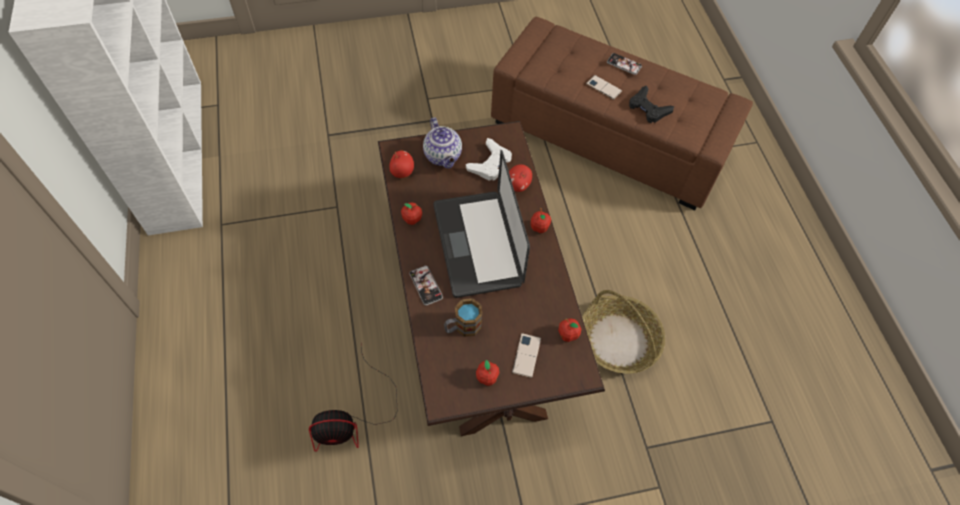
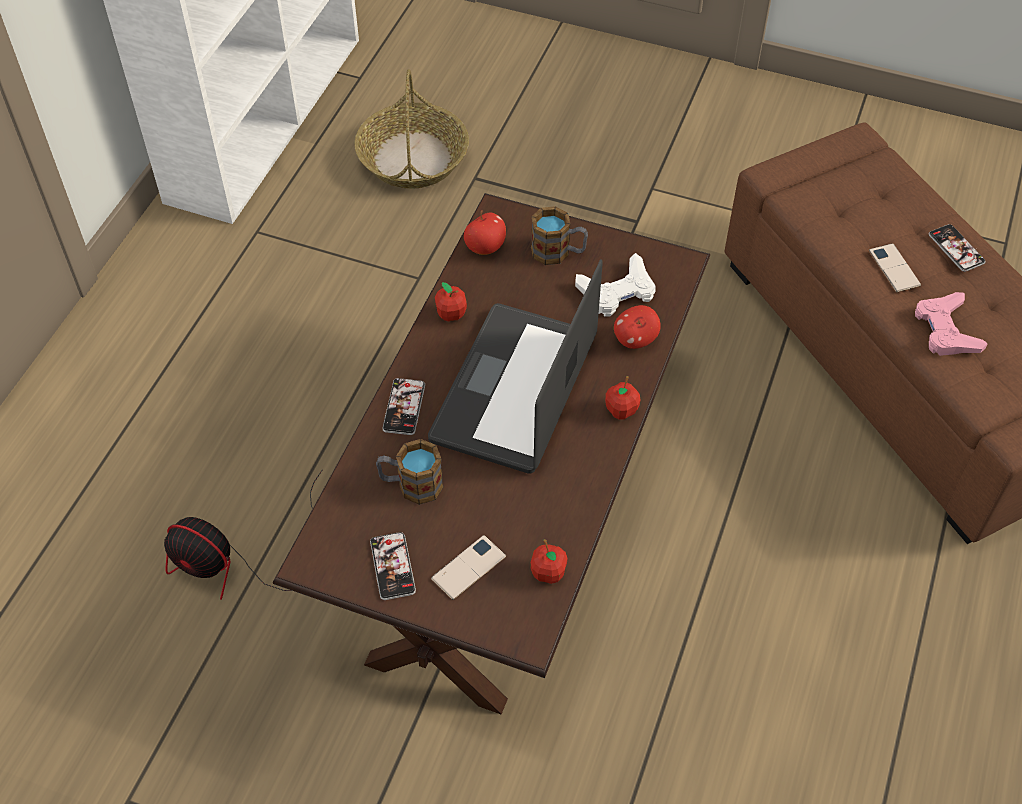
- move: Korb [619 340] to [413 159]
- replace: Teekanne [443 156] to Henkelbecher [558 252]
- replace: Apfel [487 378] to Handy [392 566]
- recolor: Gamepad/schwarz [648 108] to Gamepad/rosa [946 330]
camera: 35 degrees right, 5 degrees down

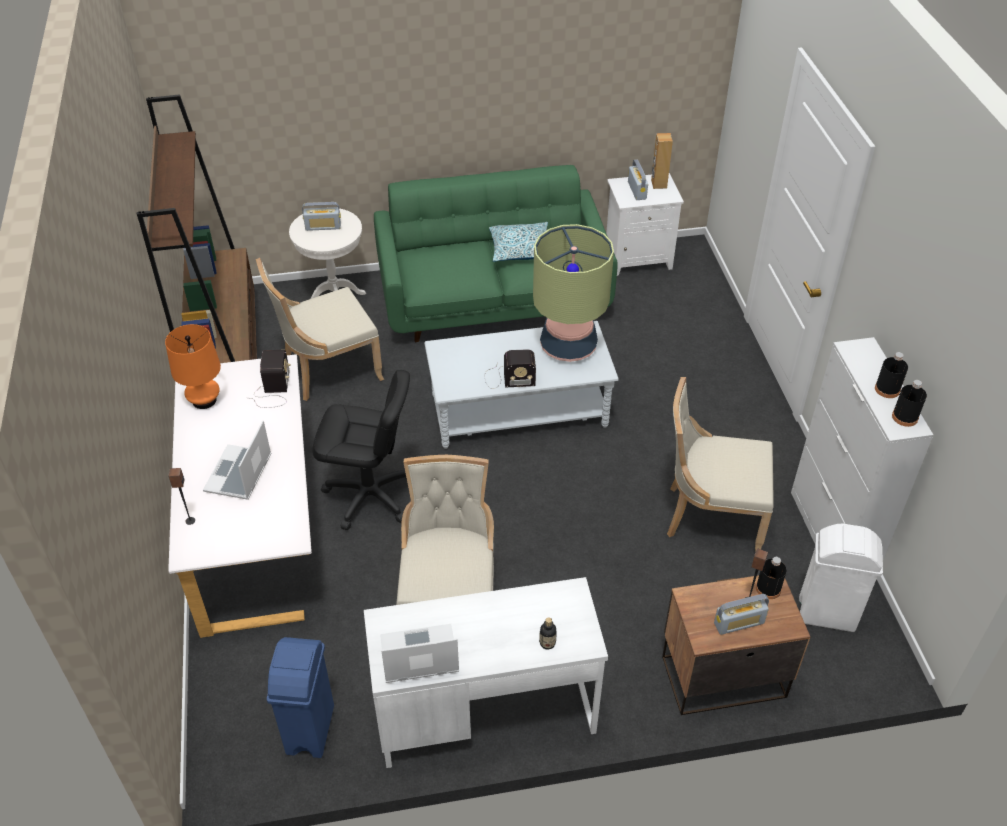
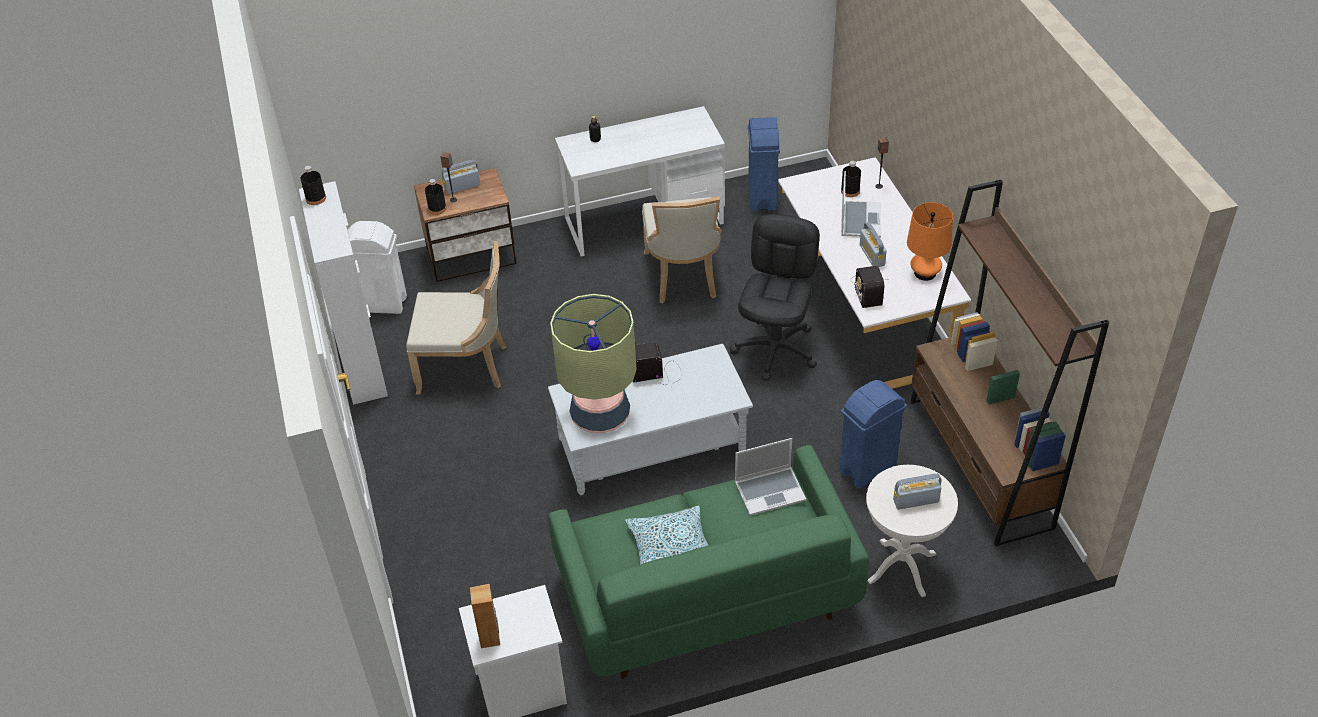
- move: Laptop [418 656] to [770 491]
- move: Radio [637 190] to [872 255]
- move: Flasche/schwarz [887 389] to [850 191]
- replace: Stuhl/beige [328 371] to Mülleimer/blau [868 469]
- rotate: Bürostuhl/schwarz [370 496] = [776 349] 105 degrees clockwise
camera: 175 degrees right, 0 degrees up

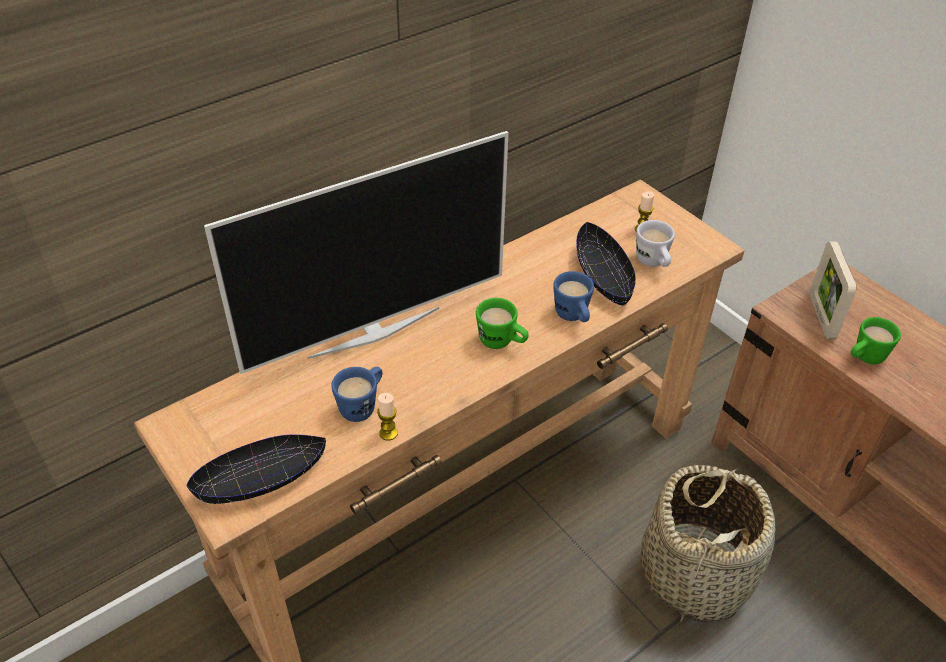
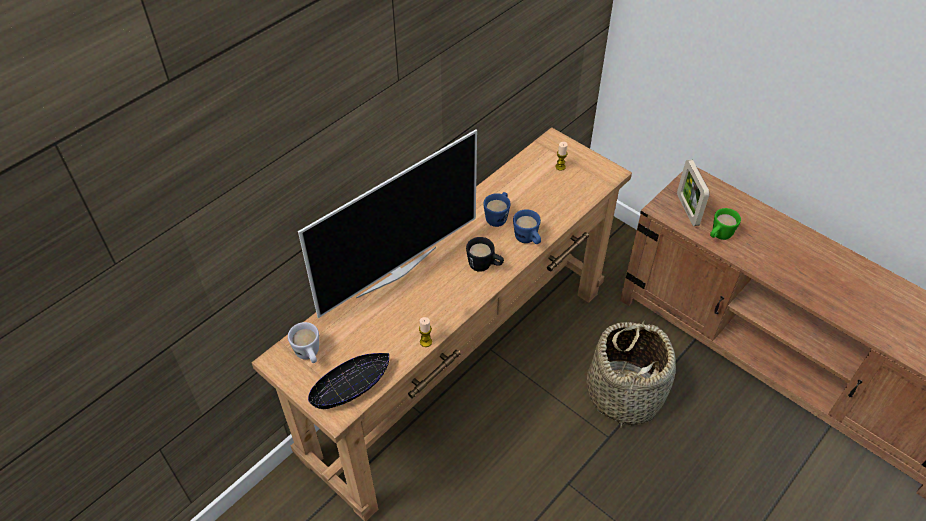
- delete: Schüssel/schwarz [603 276]
- move: Henkelbecher/blau [362 405] to [498 217]
- move: Henkelbecher/weiß [653 263] to [309 355]
- recolor: Henkelbecher/grün [502 343] to Henkelbecher/schwarz [484 266]
camera: 10 degrees left, 5 degrees up

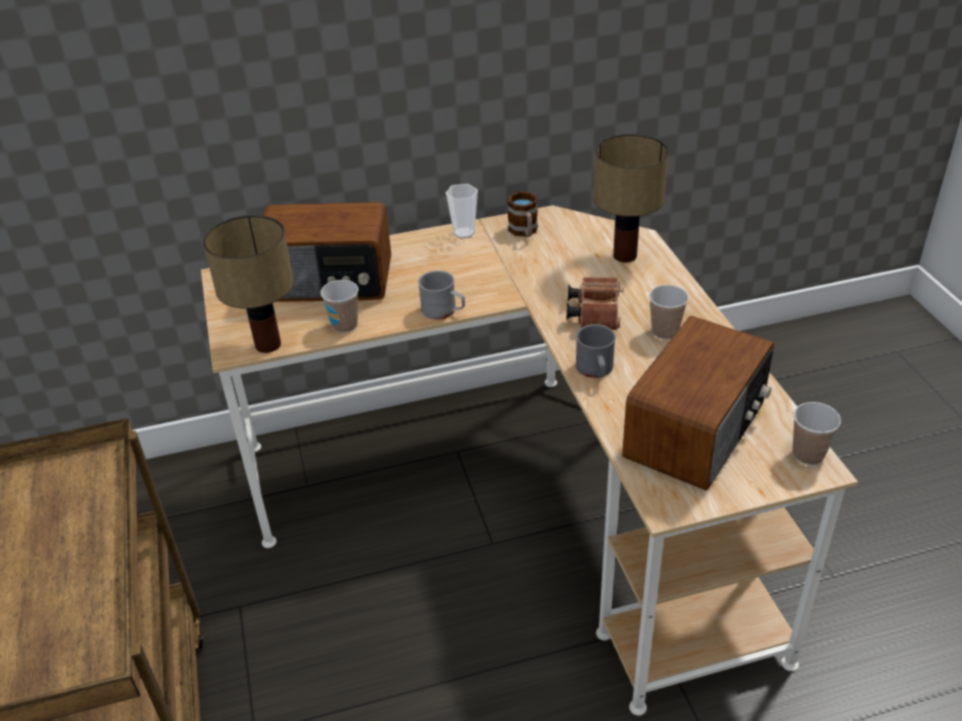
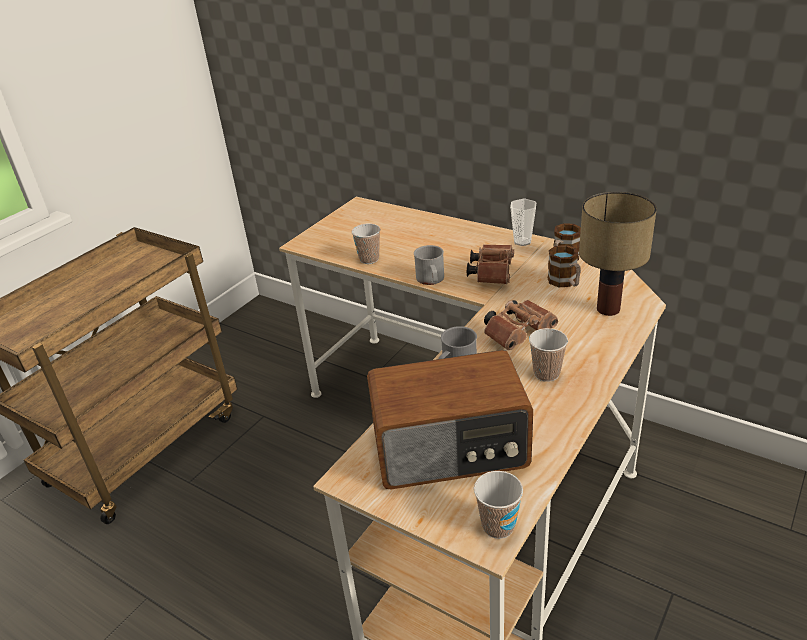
- delete: Tischlampe [267 344]
- delete: Radio [329 281]
- insert: Fernglas/braun [492 273]
- insert: Henkelbecher [565 283]
camera: 50 degrees right, 5 degrees down

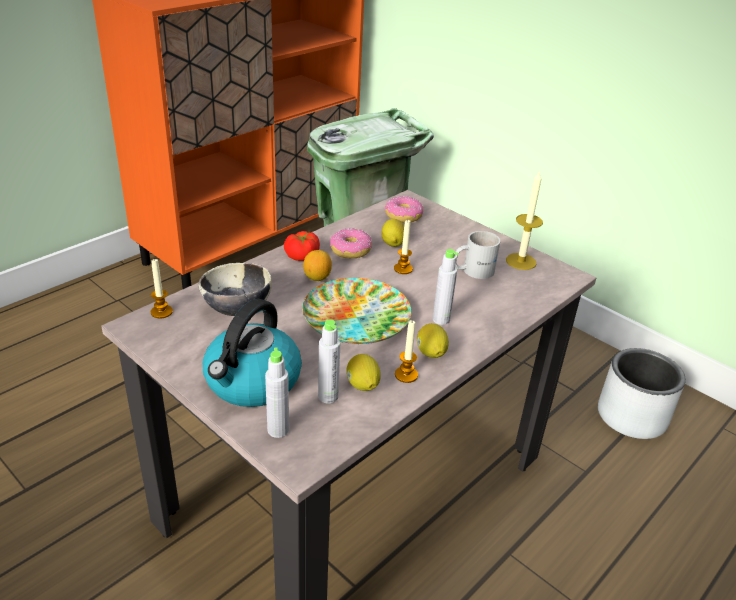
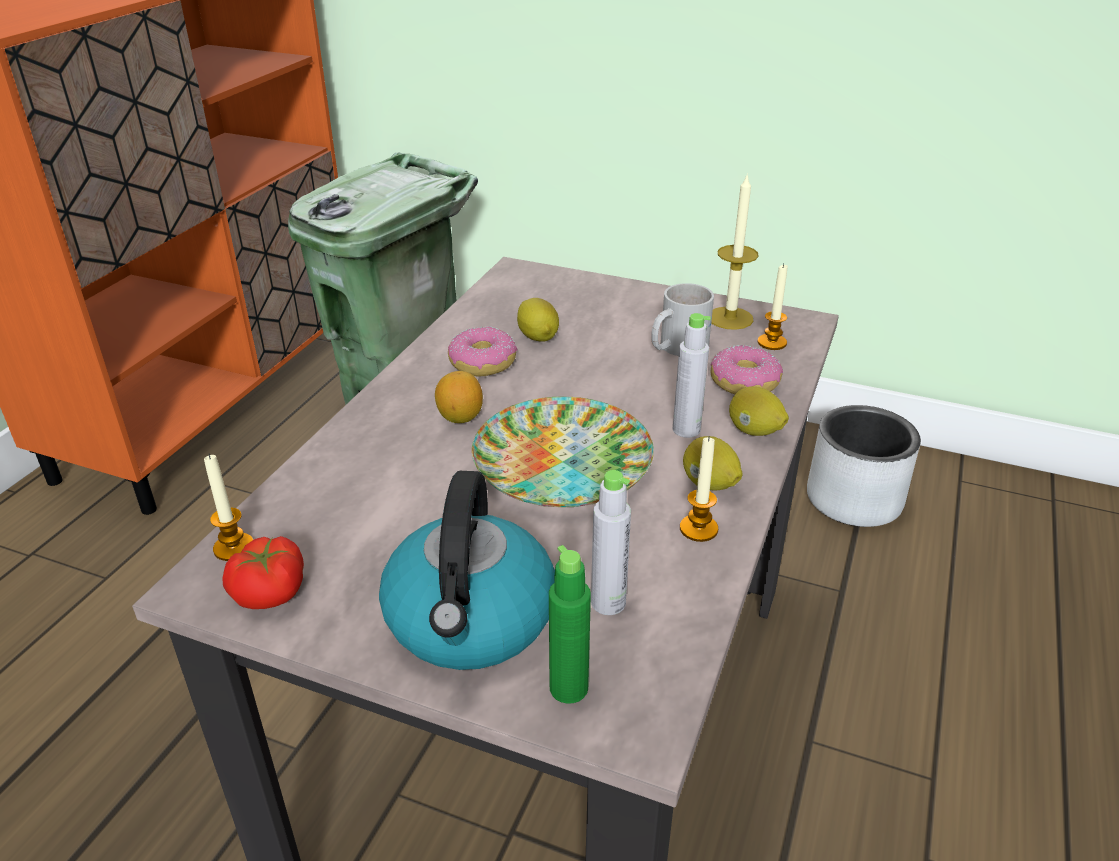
- delete: Schüssel [237 309]
- move: Tomate [302 257] to [271 592]
- move: Zitrone [362 386] to [754 431]
- move: Donut [403 216] to [745 382]
- move: Kerze [403 269] to [772 343]
- recolor: Flasche/grau [278 430] to Flasche/grün [568 688]
camera: 20 degrees left, 0 degrees up

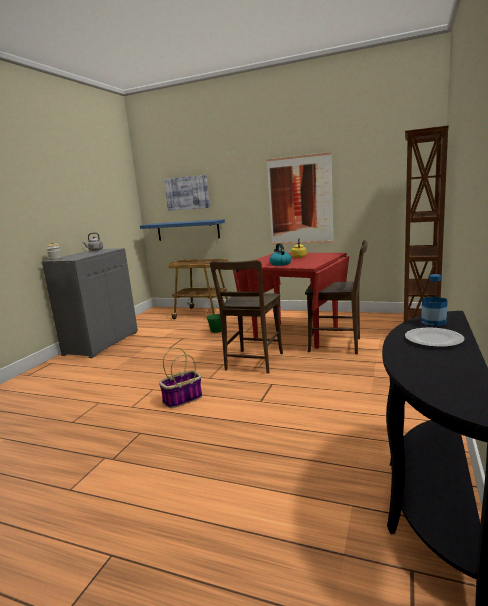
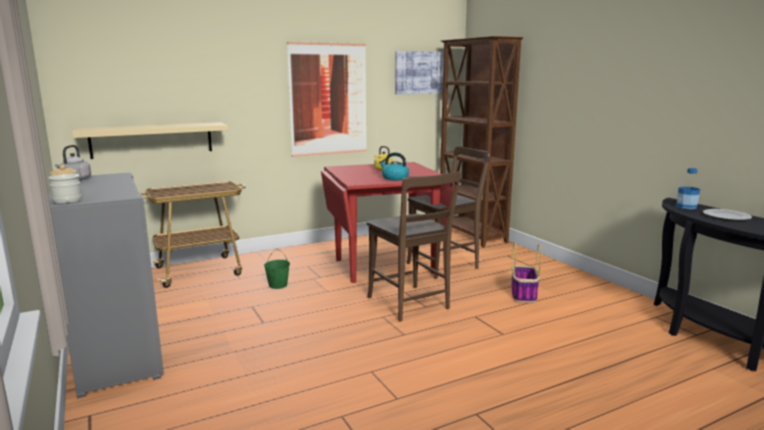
- move: Korb [182 399] to [523 295]
- move: Bild [187 193] to [421 72]
- recolor: Wandregal/blau [188 230] to Wandregal/beige [152 140]
camera: 50 degrees left, 0 degrees up

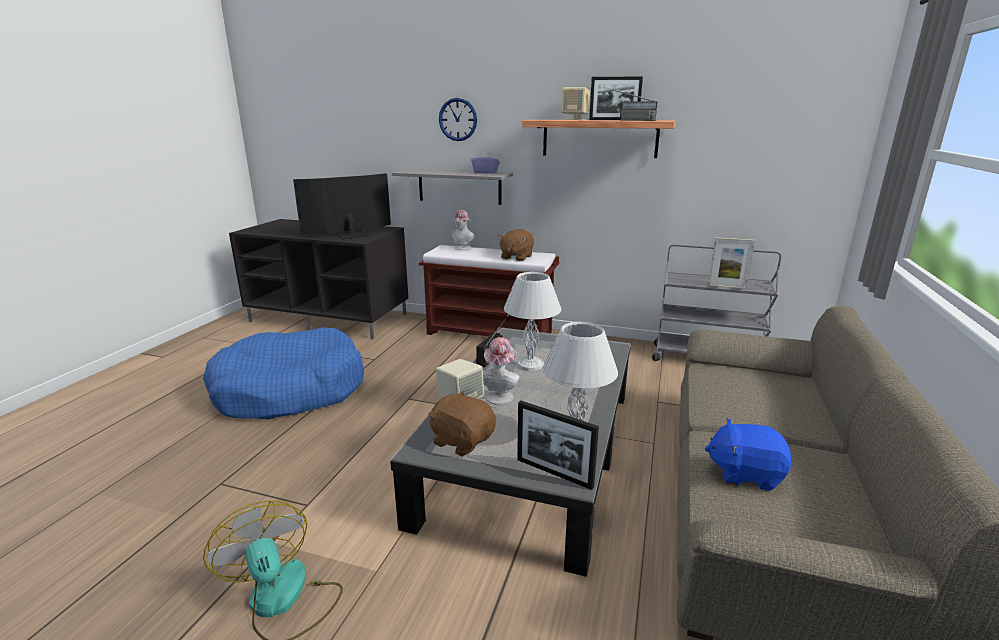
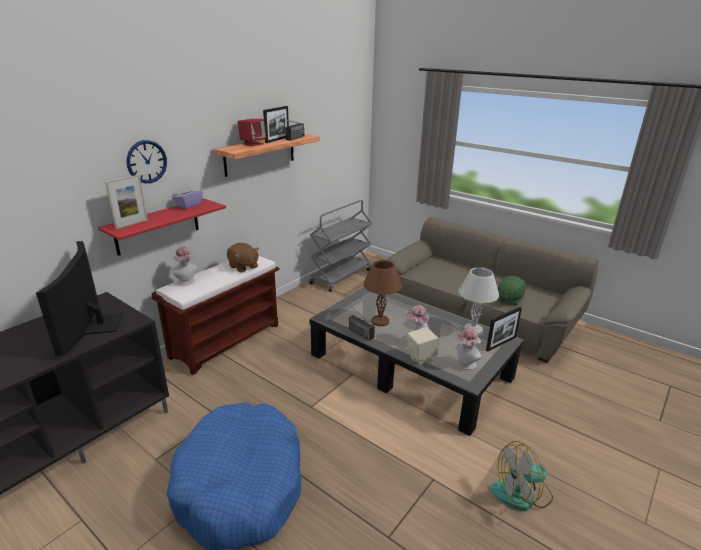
- move: Bilderrahmen [727 287] to [131 224]
- replace: Plüschtier/braun [462 441] to Hut [465 365]
- recolor: Wandregal/grau [459 186] to Wandregal/rot [157 226]
- recolor: Tischlampe/weiß [531 365] to Tischlampe/braun [380 321]
- recolor: Lautsprecher/beige [575 119] to Lautsprecher/rot [252 144]
- recolor: Plüschtier/blau [745 473] to Plüschtier/grün [509 299]
camera: 70 degrees left, 5 degrees up

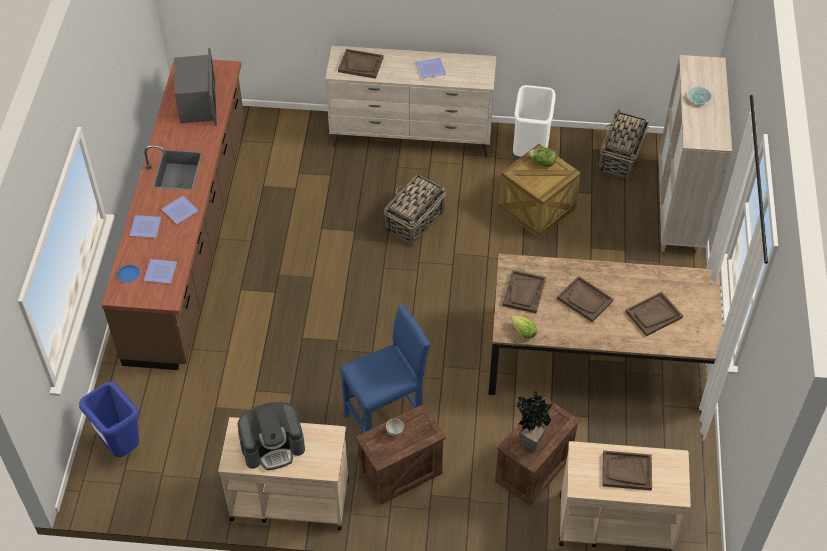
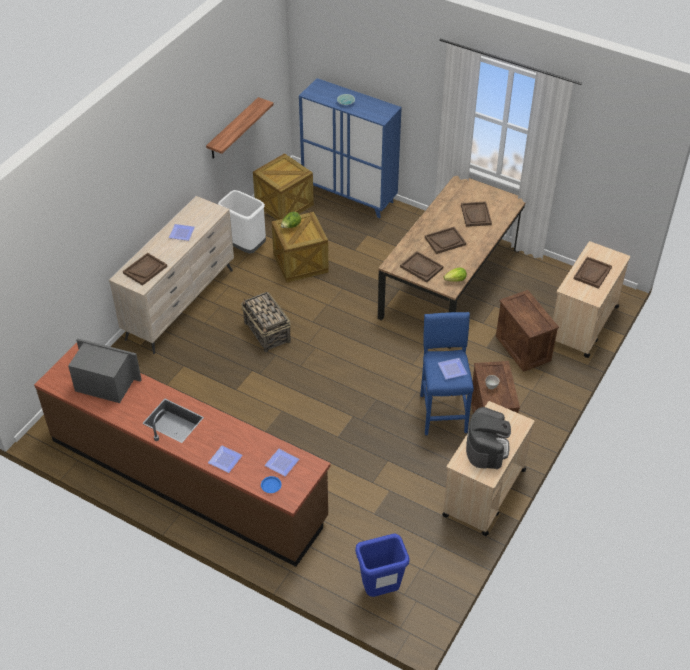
- delete: Topfpflanze [529 440]
- insert: Wandregal [233 129]
- move: Teller [181 211] to [452 369]
- replace: Korb [620 158] to Kiste [284 204]
- recolor: Schrank/beige [679 209] to Schrank/blau [349 196]
camera: 65 degrees left, 5 degrees down

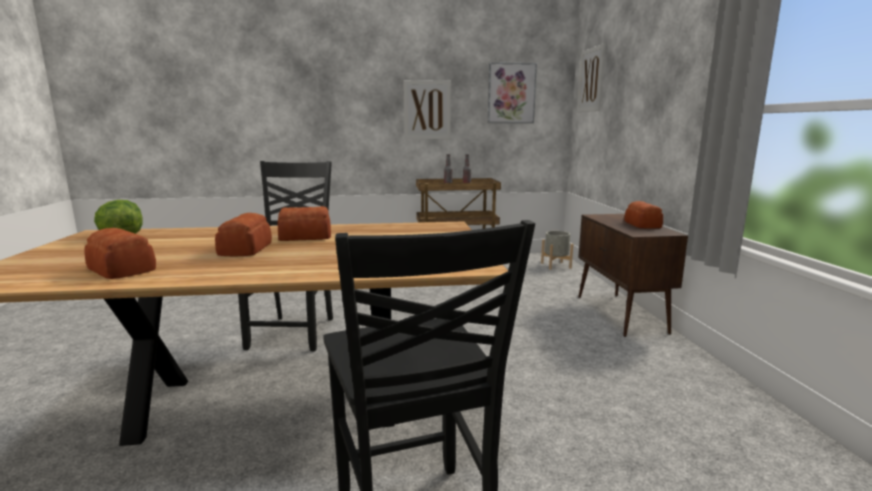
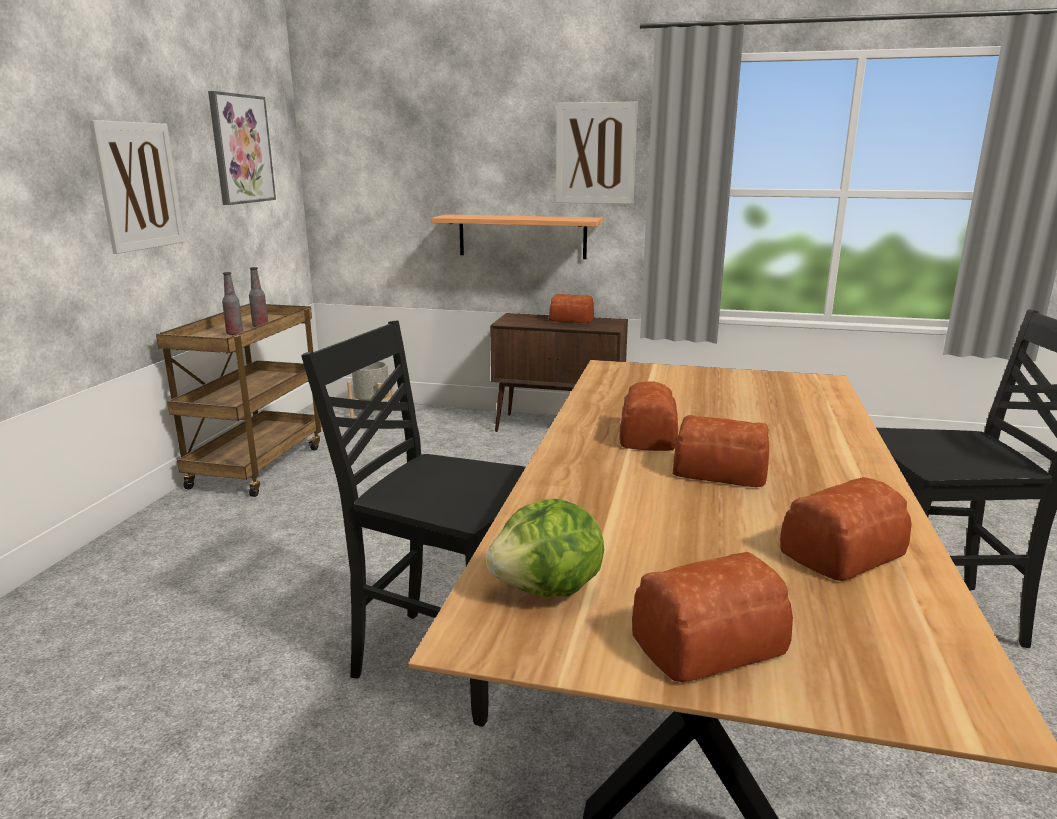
- insert: Wandregal [522 236]
- insert: Brot [704 641]
- move: Bild [591 80] to [595 153]
camera: 70 degrees left, 5 degrees up

